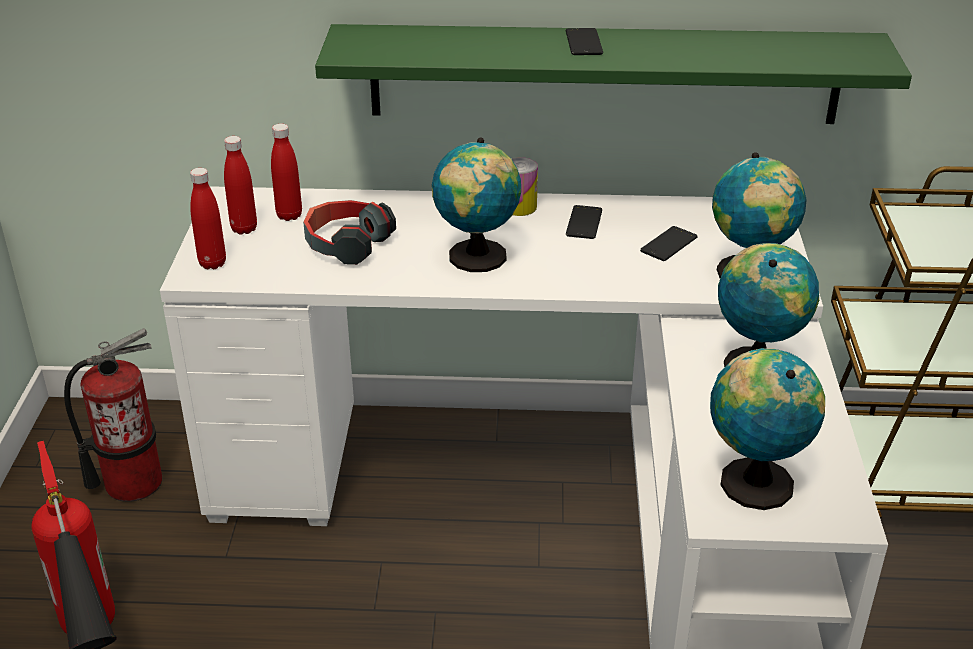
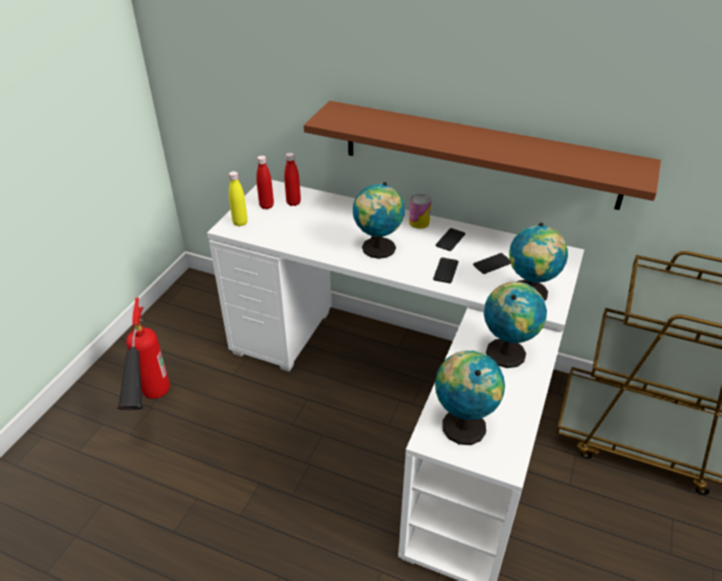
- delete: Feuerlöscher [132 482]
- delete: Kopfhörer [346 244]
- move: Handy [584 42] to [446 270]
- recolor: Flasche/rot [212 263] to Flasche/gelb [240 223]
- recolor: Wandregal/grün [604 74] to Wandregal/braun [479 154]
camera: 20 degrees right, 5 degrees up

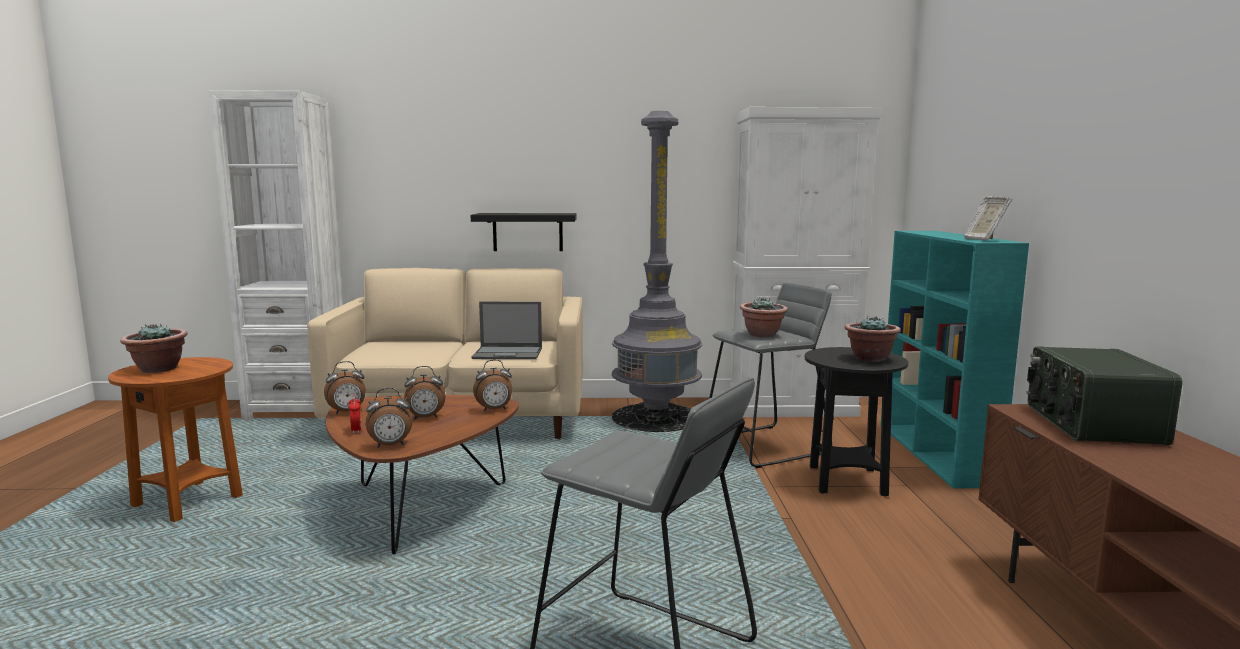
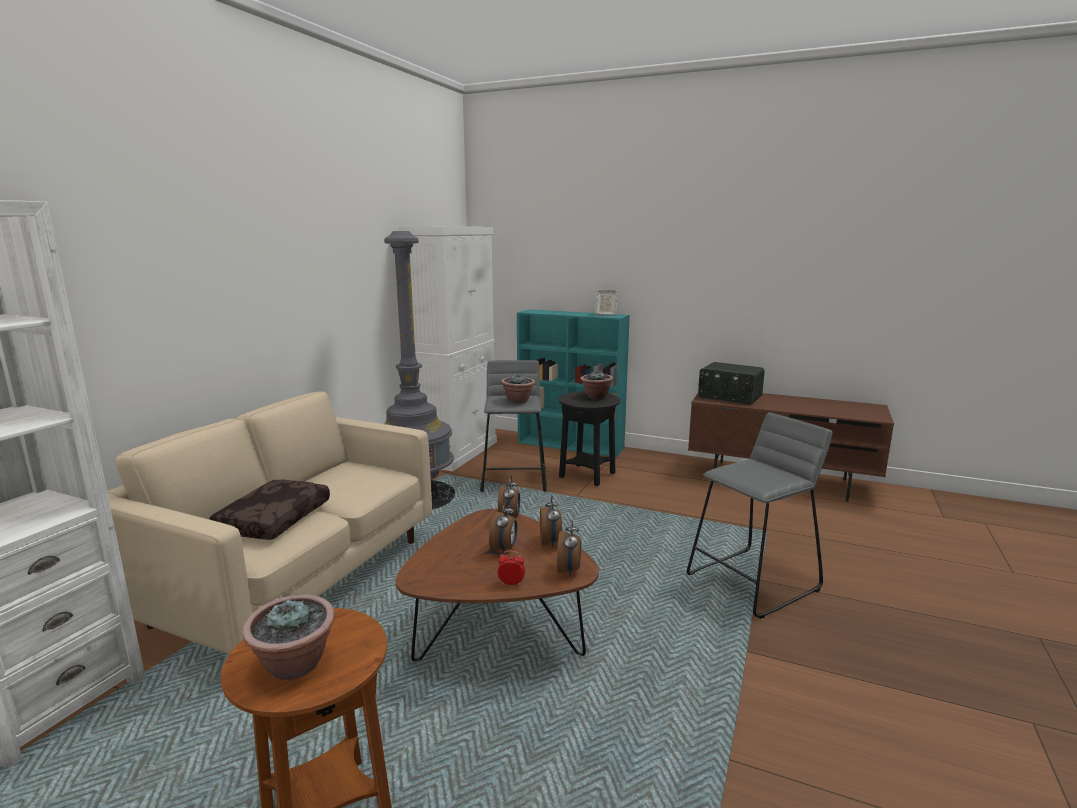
- delete: Wandregal/schwarz [527 232]
- delete: Laptop [509 353]
- insert: Kissen/braun [273 519]
- move: Wecker [347 412] to [550 542]
camera: 65 degrees left, 5 degrees up

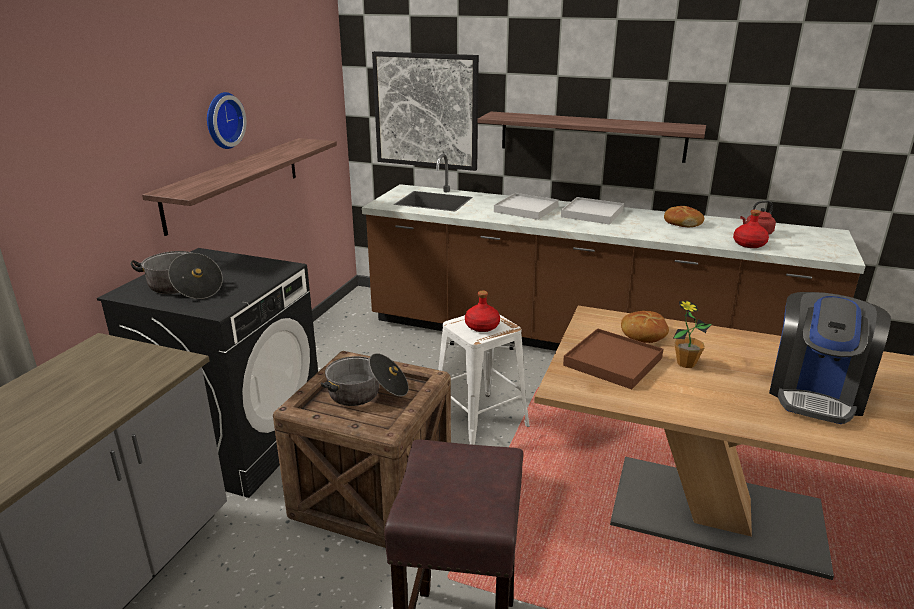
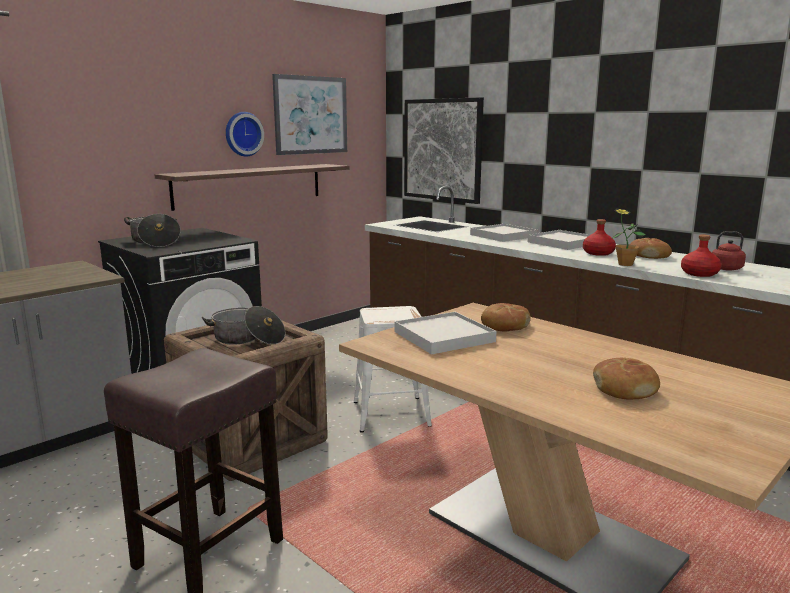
- delete: Wandregal [591 136]
- insert: Bild [311 115]
- move: Flasche/rot [481 326] to [598 253]
- move: Topfpflanze [686 363] to [625 264]
- replace: Kaffeemaschine [816 393] to Brot [625 388]
- recolor: Tablett/braun [613 362] to Tablett/weiß [444 337]
camera: 25 degrees right, 10 degrees down

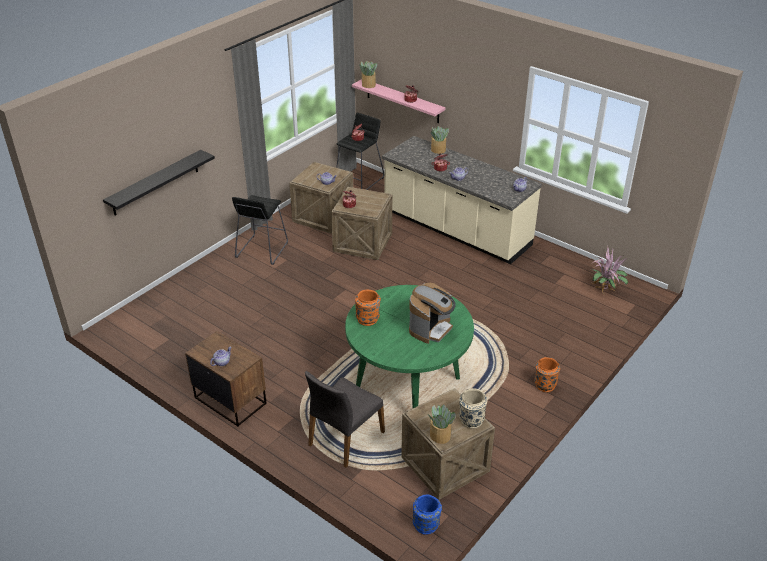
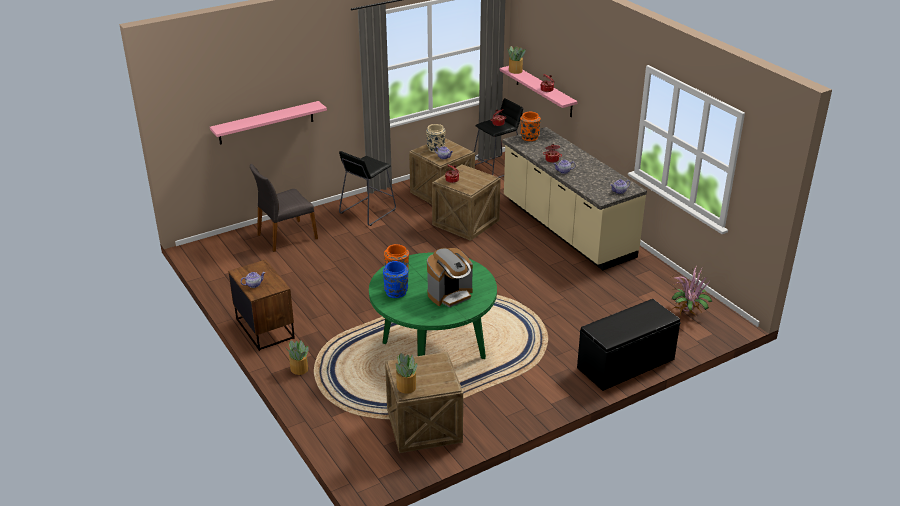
- insert: Bank/schwarz [626 364]
- move: Stuhl/grau [345 438] to [286 236]
- move: Vase/blau [426 525] to [396 293]
- move: Topfpflanze [438 150] to [299 369]
- move: Vase/beige [471 420] to [435 149]
- move: Vase/orange [544 385] to [529 137]
- recolor: Wandregal/schwarz [155 183] to Wandregal/rosa [266 123]
camera: 20 degrees right, 5 degrees down

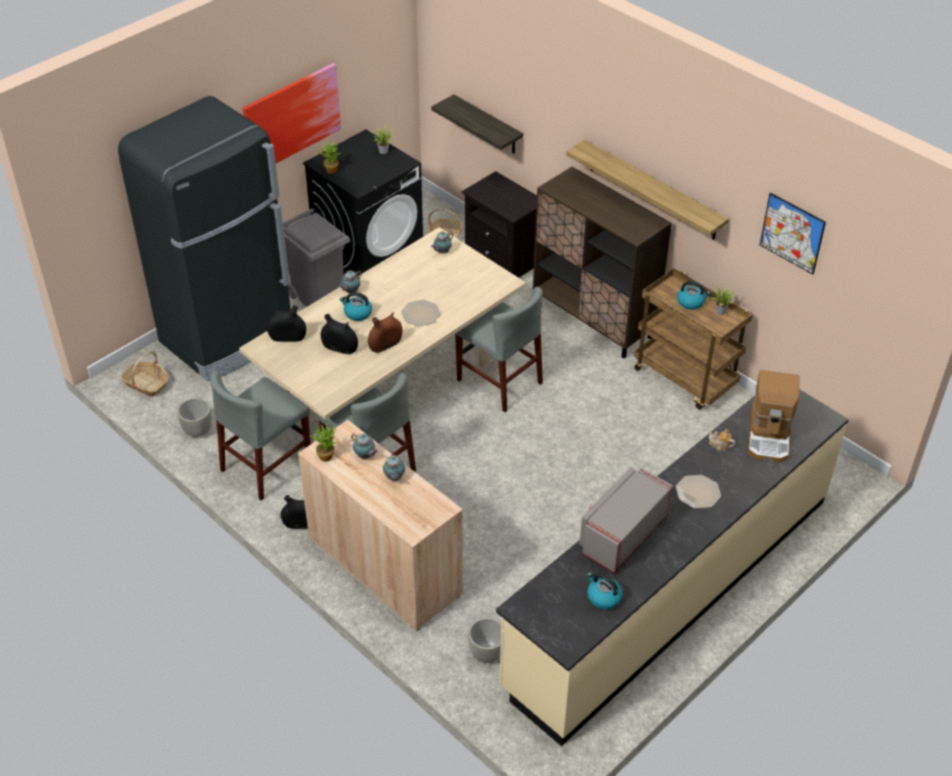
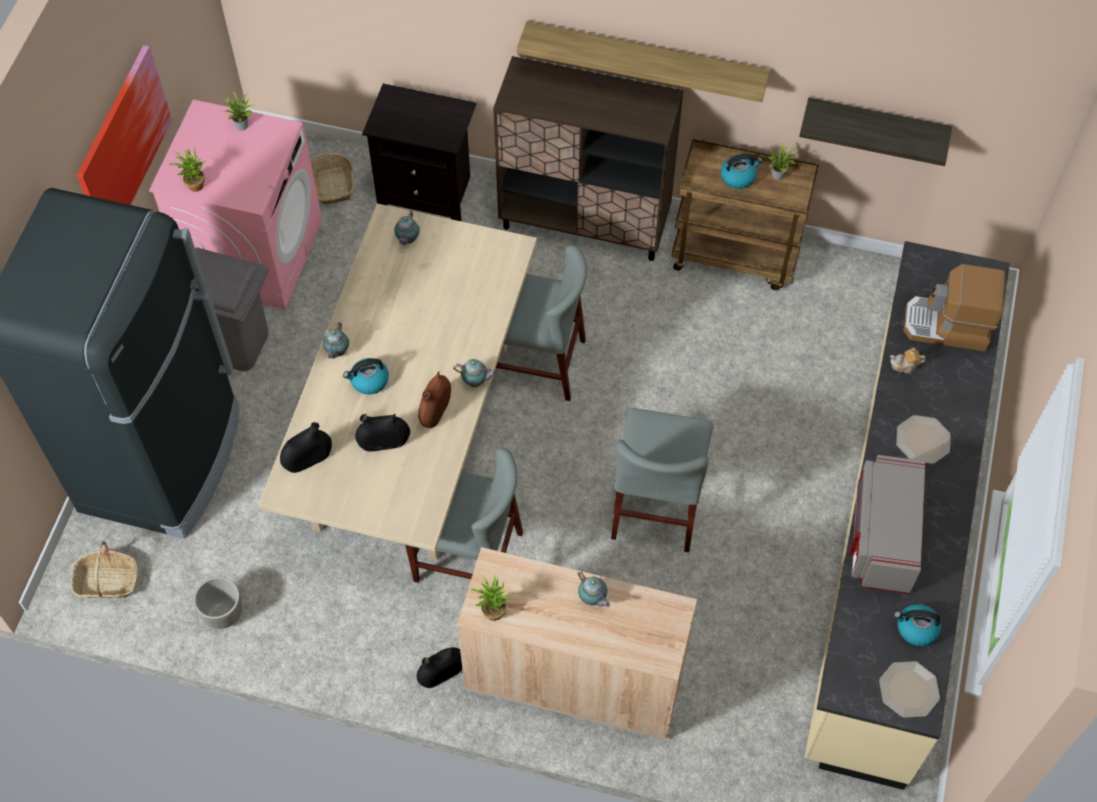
- delete: Pflanzkübel/grau [487 653]
- delete: Bild [792 233]
- move: Stuhl/grau [266 465] to [656 505]
- move: Teekanne [365 456] to [476 381]
- move: Teller [420 314] to [909 690]
- move: Wandregal [487 125] to [876 125]
- recolor: Waschmaschine/schwarz [369 254] to Waschmaschine/rosa [254 253]
- rotate: Kaffeemaschine [769 436] = [947 327] 120 degrees clockwise
camera: 30 degrees left, 15 degrees up

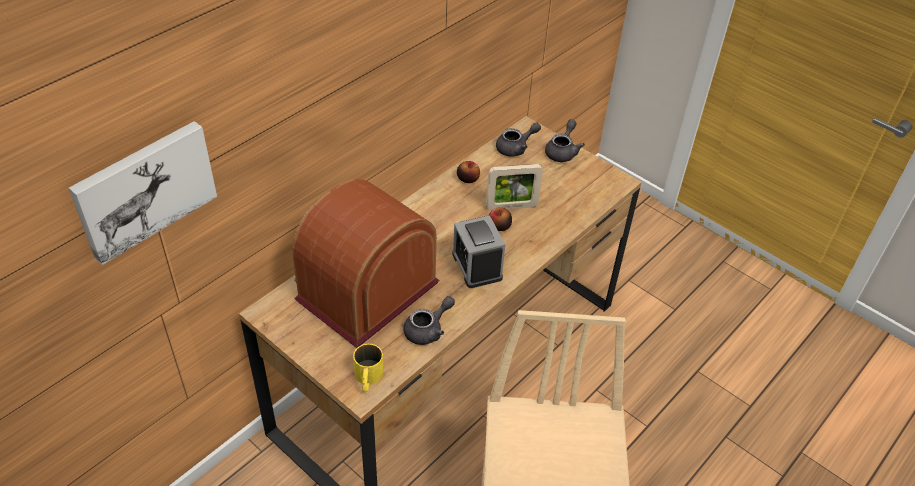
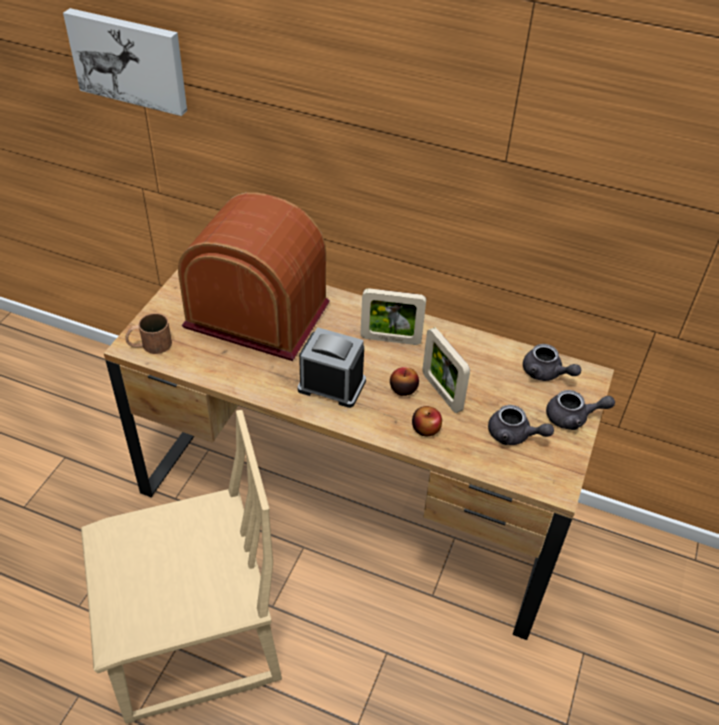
- insert: Bilderrahmen [390 339]
- move: Teekanne/grau [428 330] to [514 435]
- move: Apfel [468 178] to [426 428]
- recolor: Henkelbecher/gelb [368 379] to Henkelbecher/braun [149 345]
- rotate: Wecker [477 266] = [331 385] 60 degrees clockwise
camera: 70 degrees right, 0 degrees up

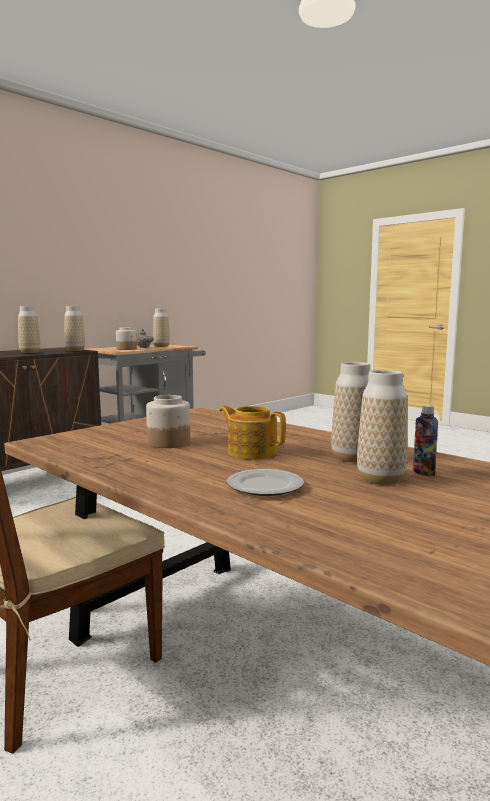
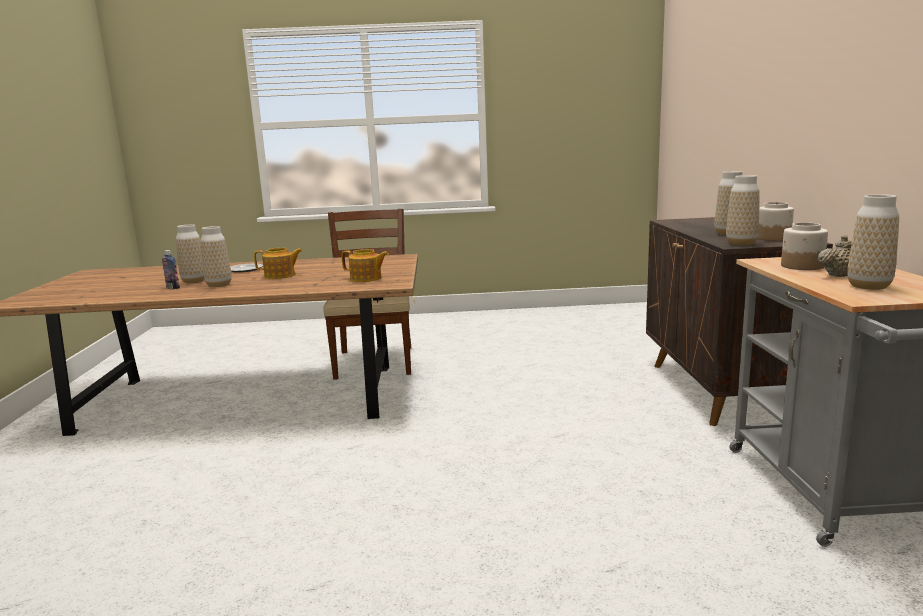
- insert: Teekanne [366 278]
- move: Vorratsglas [168 443] to [773 238]
camera: 135 degrees right, 5 degrees up

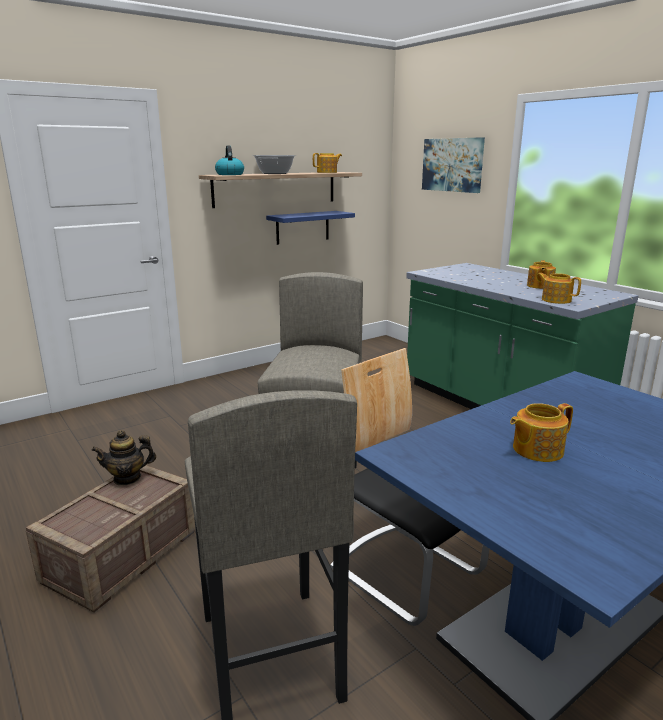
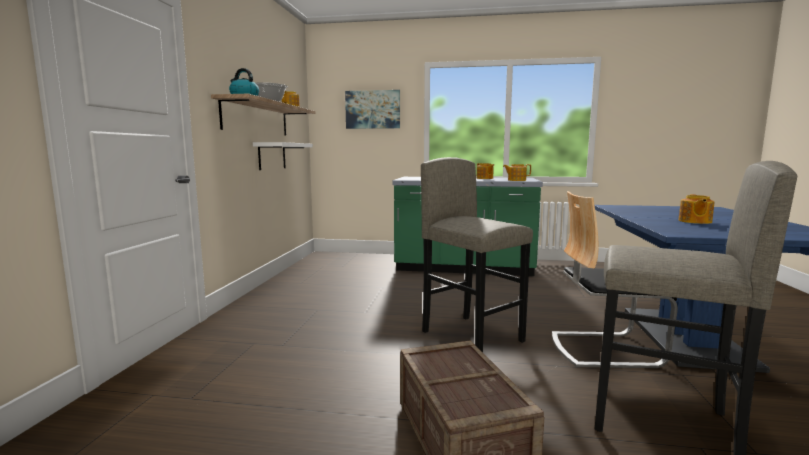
- delete: Teekanne [127 478]
- recolor: Wandregal/blau [302 227] to Wandregal/weiß [272 156]
camera: 45 degrees left, 10 degrees down

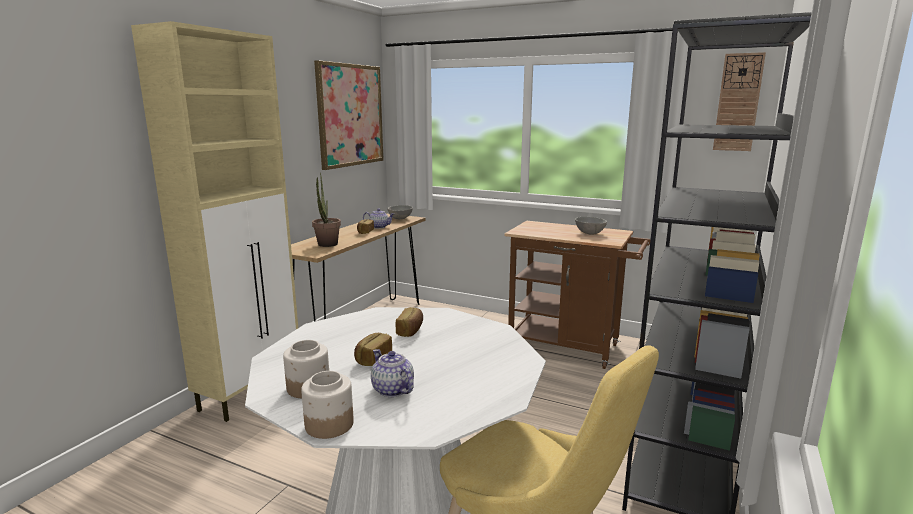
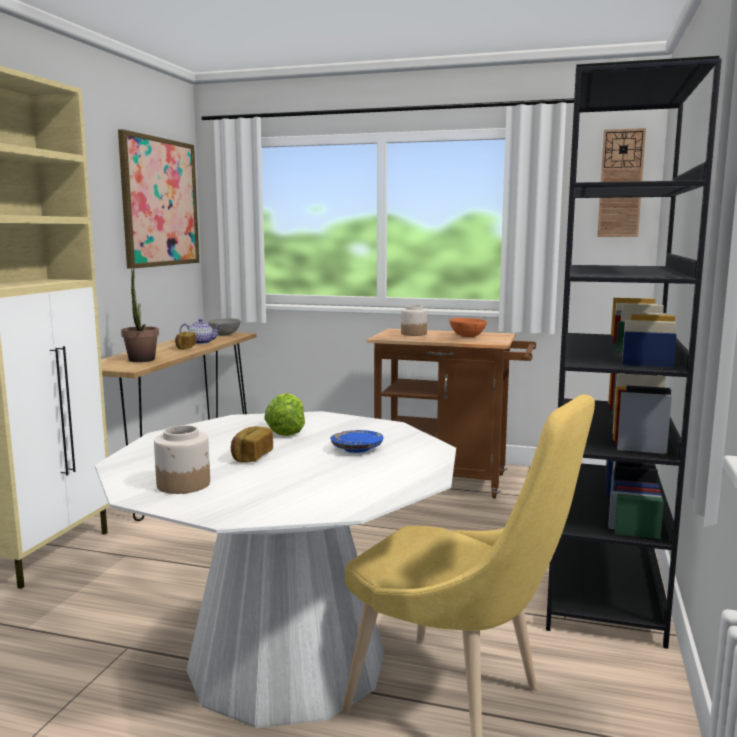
- delete: Teekanne [392 389]
- insert: Teller/blau [356 449]
- move: Vorratsglas [328 425] to [413 334]
- replace: Brot [411 330] to Salatkopf [286 432]
- recolor: Schüssel/grau [590 233] to Schüssel/orange [467 336]
camera: 10 degrees left, 5 degrees down

